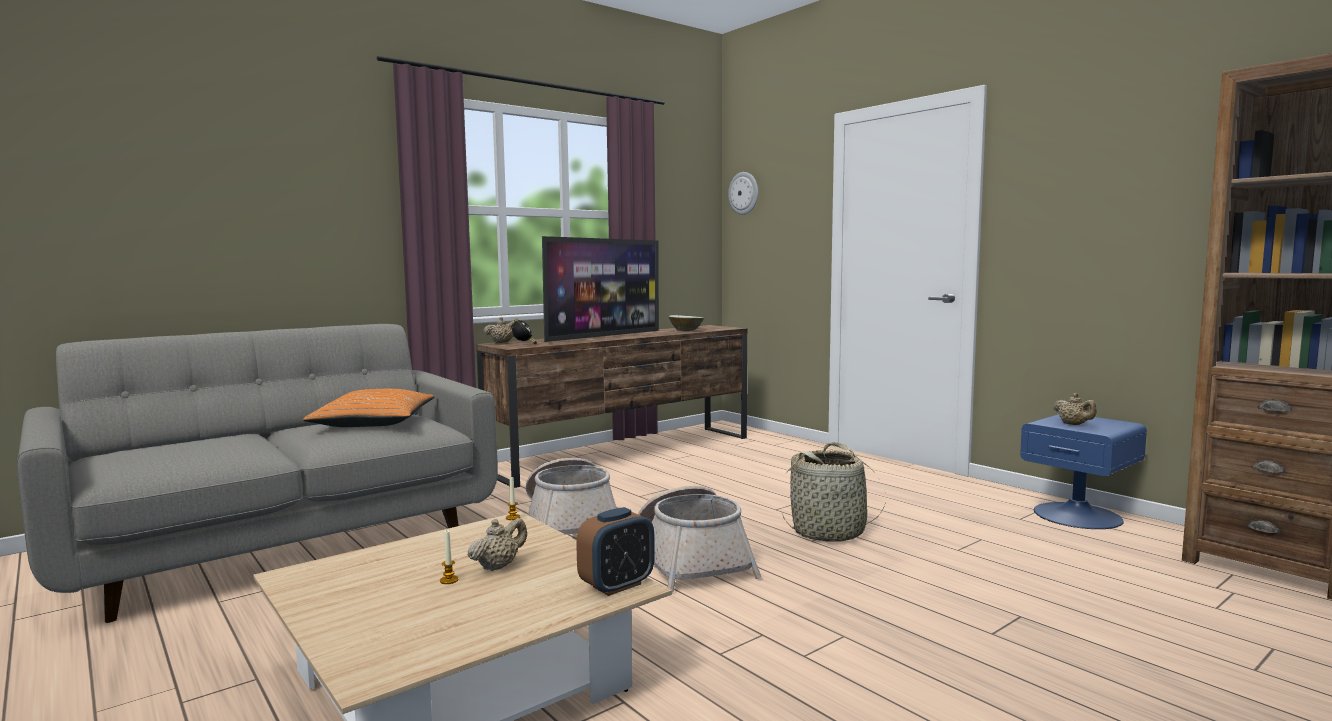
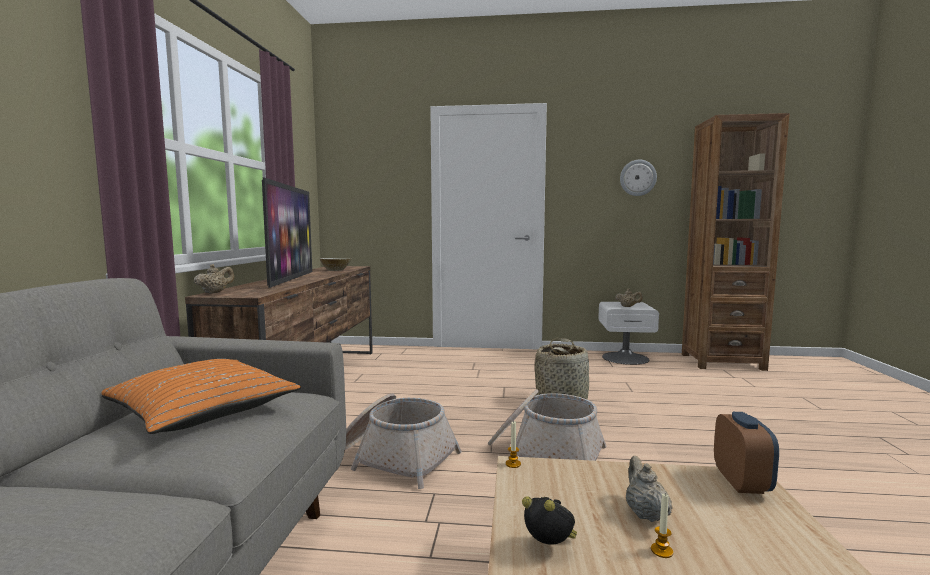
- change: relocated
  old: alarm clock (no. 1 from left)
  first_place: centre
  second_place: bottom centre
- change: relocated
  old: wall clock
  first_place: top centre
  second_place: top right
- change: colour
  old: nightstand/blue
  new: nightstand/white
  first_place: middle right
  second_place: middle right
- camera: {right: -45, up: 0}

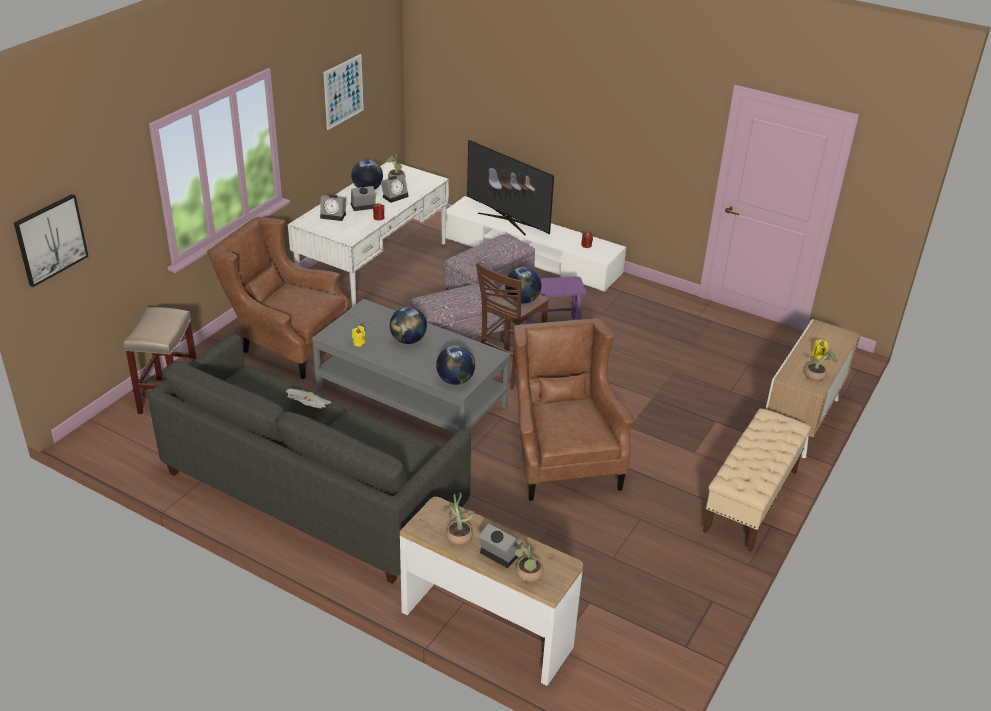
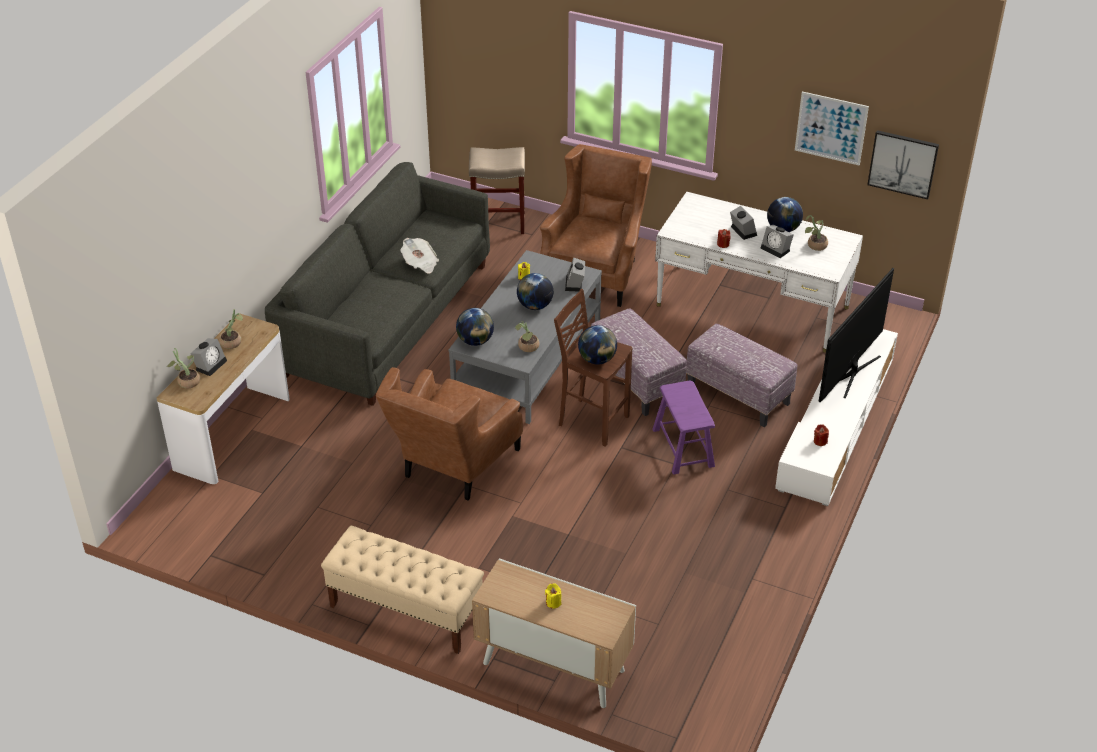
- change: relocated
  old: picture (no. 1 from left in the first image)
  new: picture (no. 2 from left)
  first_place: middle left
  second_place: top right
- change: relocated
  old: alarm clock (no. 1 from left in the first image)
  new: alarm clock (no. 2 from left)
  first_place: top centre
  second_place: centre
- change: spun
  old: armchair/brown (no. 2 from left in the first image)
  first_place: centre
  second_place: centre
  degrees: 135
- change: relocated
  old: potted plant (no. 4 from left in the first image)
  new: potted plant (no. 3 from left)
  first_place: middle right
  second_place: centre
- camera: {right: 85, up: 5}

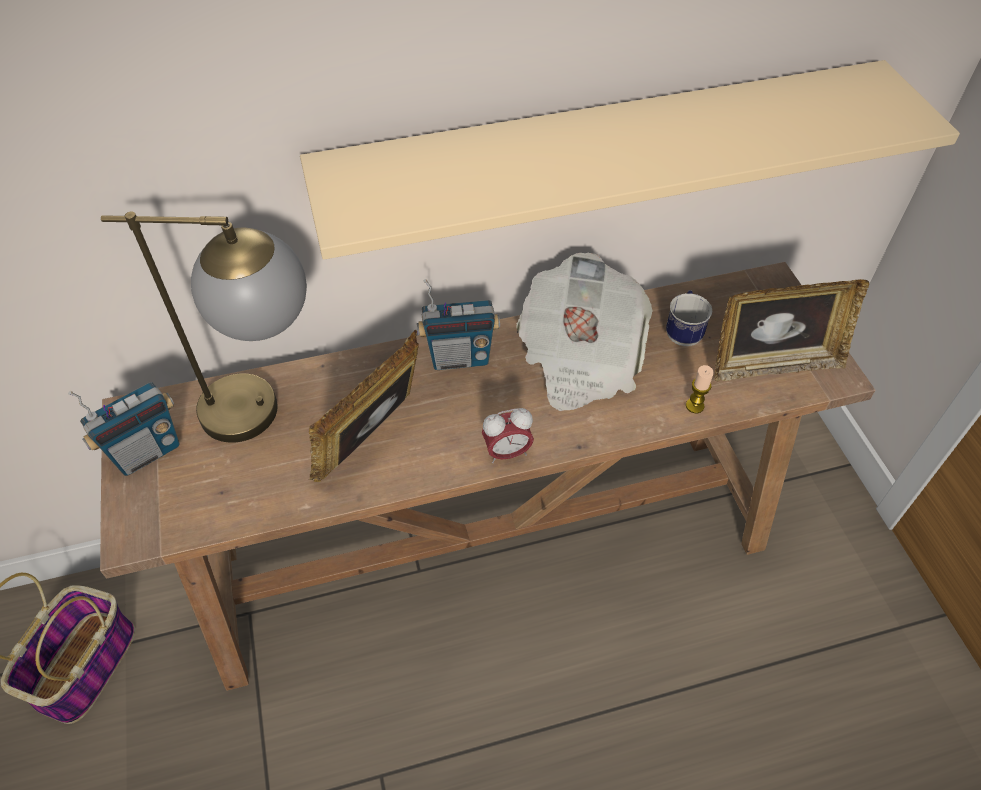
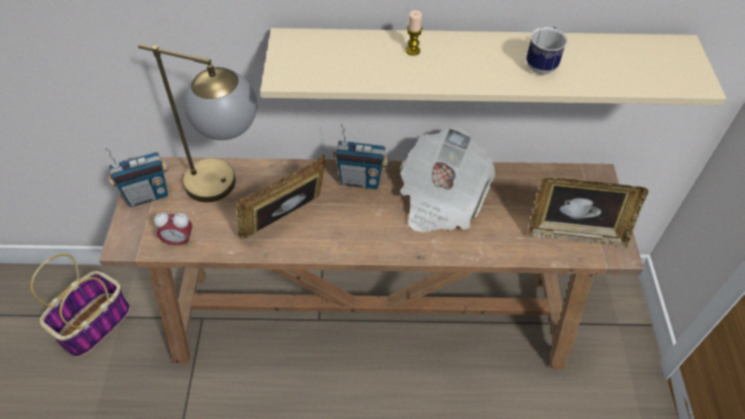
- change: relocated
  old: alarm clock
  first_place: centre
  second_place: middle left
- change: relocated
  old: mug
  first_place: middle right
  second_place: top right
- change: relocated
  old: candle
  first_place: middle right
  second_place: top centre
- camera: {right: 15, up: 0}

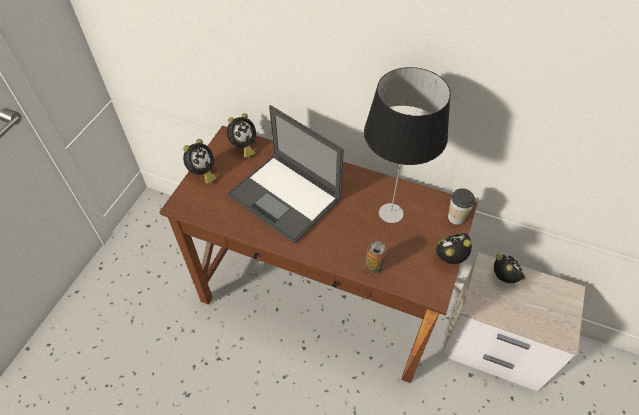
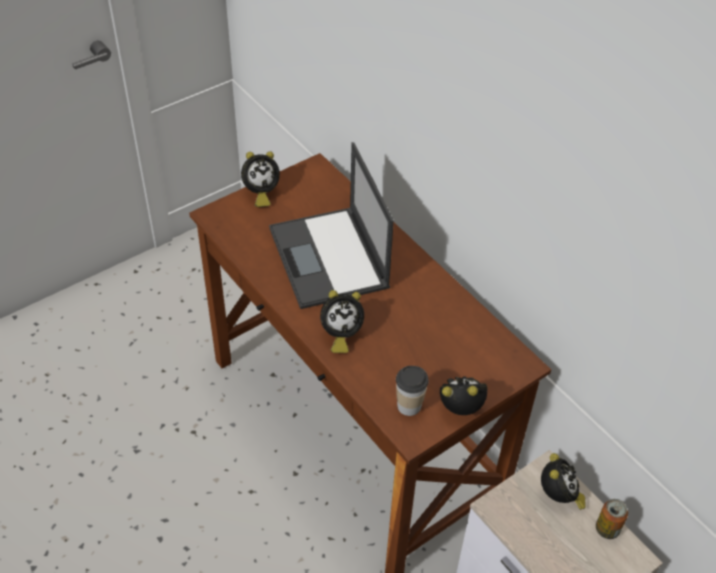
- change: relocated
  old: alarm clock (no. 2 from left)
  first_place: top centre
  second_place: centre
- change: missing
  old: table lamp
  first_place: centre
- change: relocated
  old: can
  first_place: centre
  second_place: bottom right
- change: relocated
  old: cup
  first_place: middle right
  second_place: bottom centre
- camera: {right: 30, up: -5}

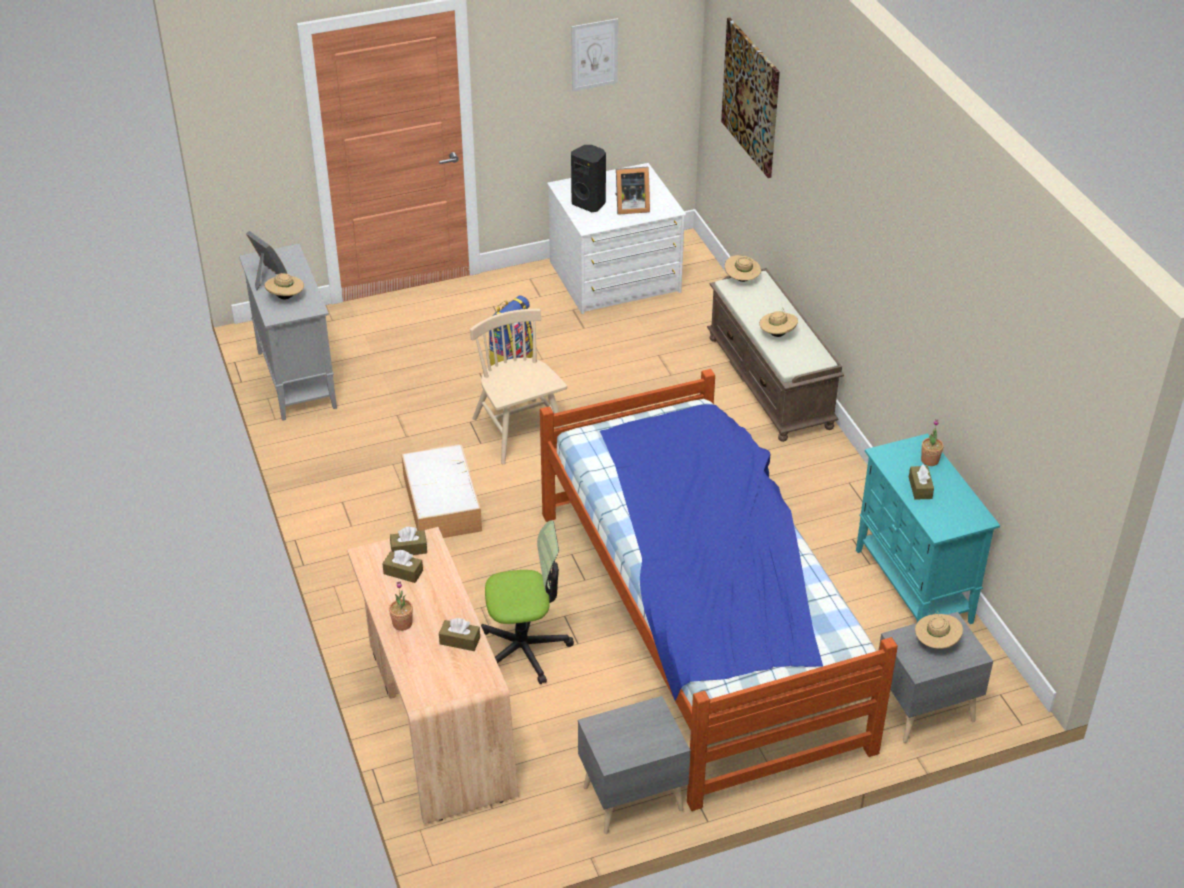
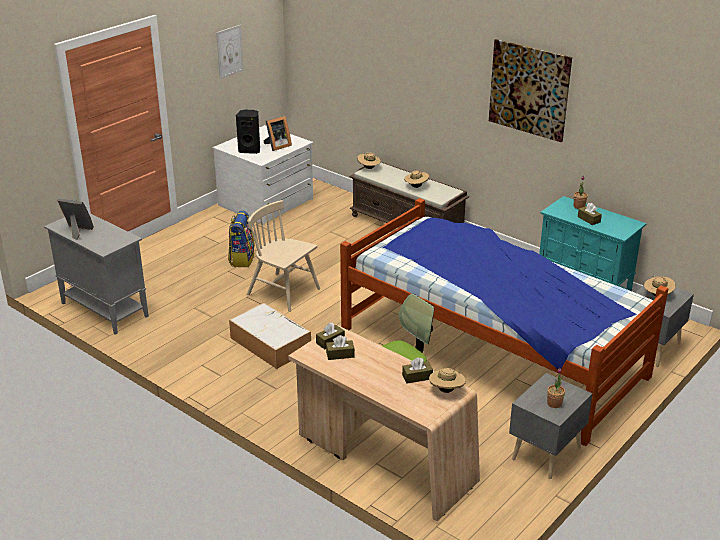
- change: relocated
  old: hat/beige (no. 1 from left in the first image)
  new: hat/beige (no. 3 from left)
  first_place: top left
  second_place: bottom centre
- change: relocated
  old: potted plant (no. 1 from left)
  first_place: bottom centre
  second_place: bottom right
- change: relocated
  old: picture (no. 2 from left)
  first_place: top centre
  second_place: top right
- camera: {right: -30, up: -10}

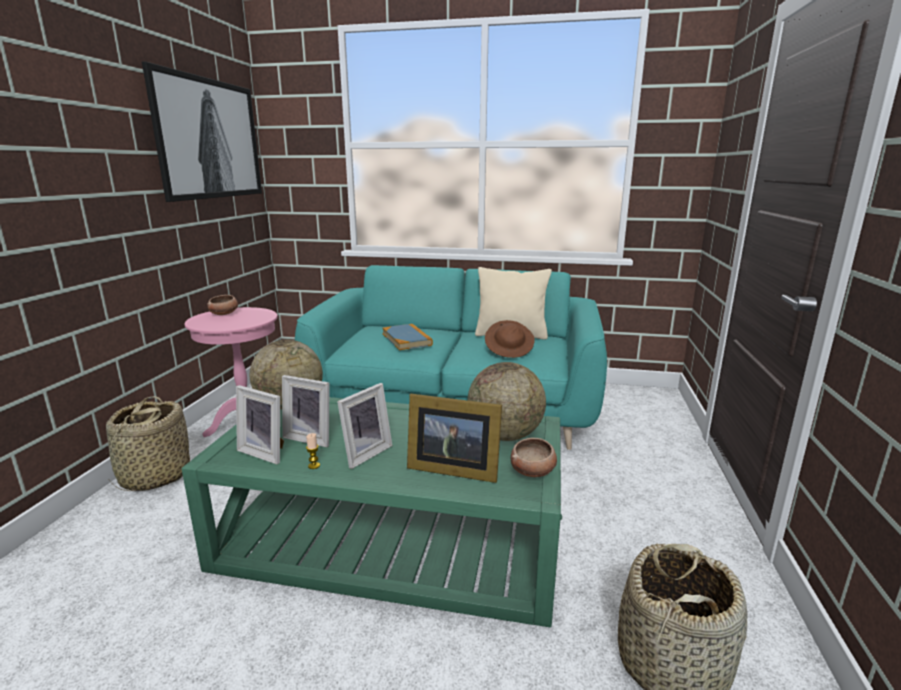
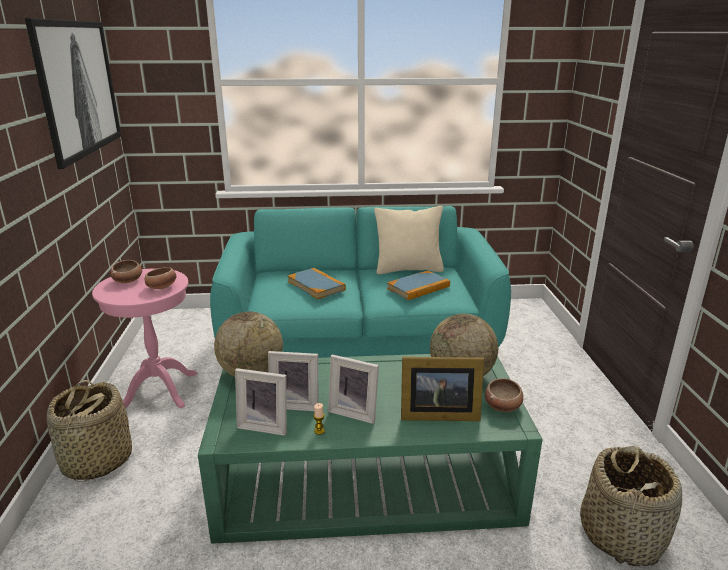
- change: spun
  old: picture frame (no. 3 from left)
  first_place: centre
  second_place: bottom centre
  degrees: 90
- change: exchanged
  old: hat/brown
  new: book (no. 2 from left)
  first_place: centre
  second_place: centre
- change: appeared
  new: bowl (no. 2 from left)
  second_place: middle left
- camera: {right: -15, up: 5}

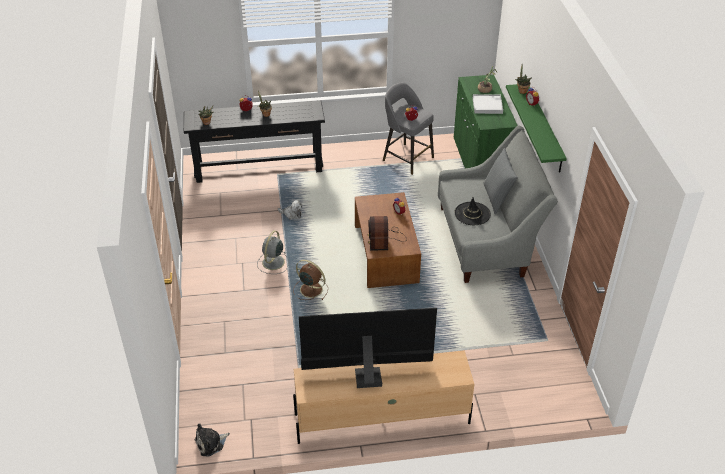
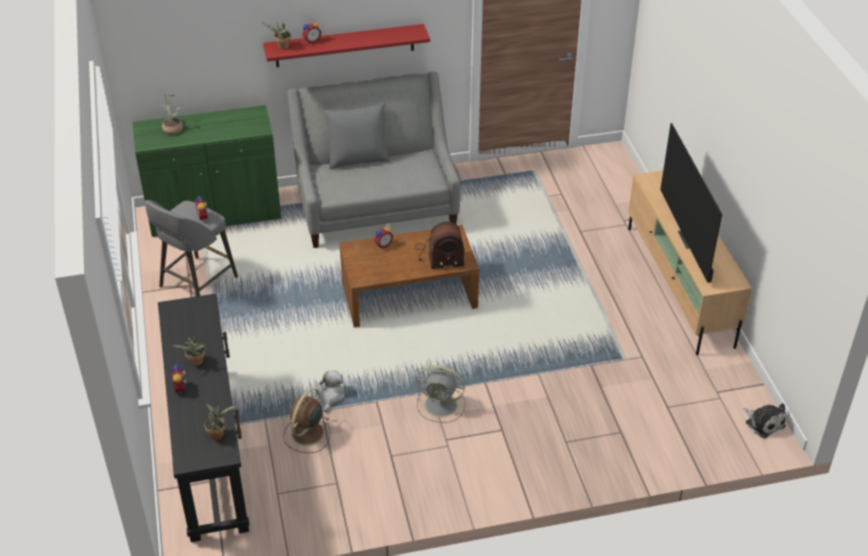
- change: relocated
  old: fan/brown
  first_place: centre
  second_place: bottom centre
- change: missing
  old: hat/black
  first_place: centre
- change: missing
  old: tray/white
  first_place: top right
- change: colour
  old: shelf/green
  new: shelf/red
  first_place: top right
  second_place: top centre
- camera: {right: -95, up: 0}

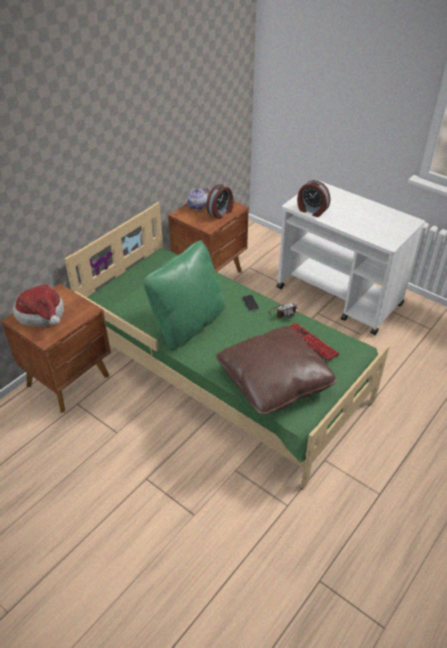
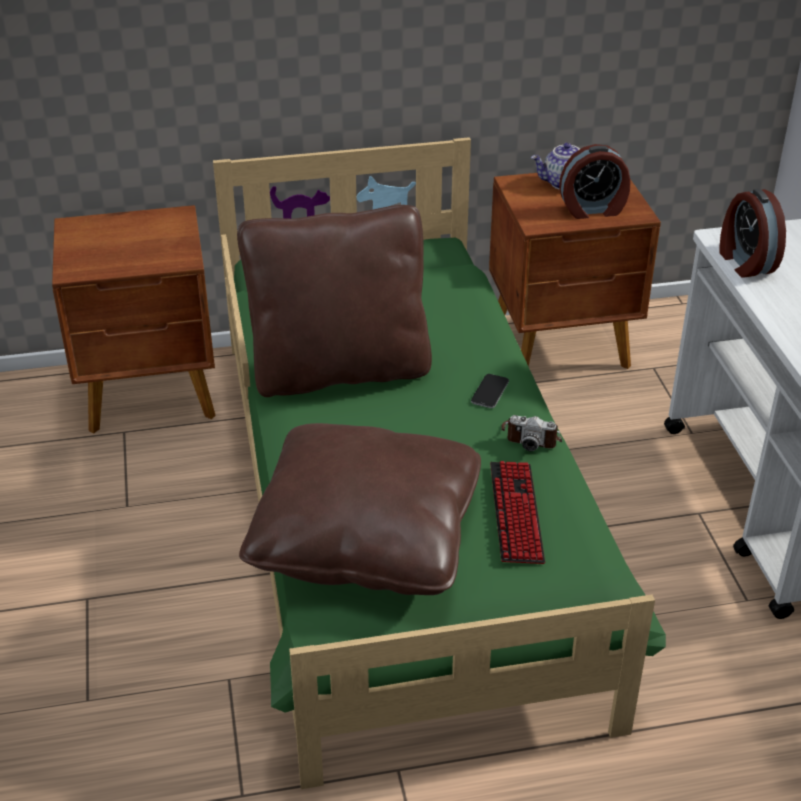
- change: missing
  old: hat
  first_place: middle left
- change: colour
  old: pillow/green
  new: pillow/brown (no. 1 from left)
  first_place: centre
  second_place: centre
- camera: {right: 40, up: -5}

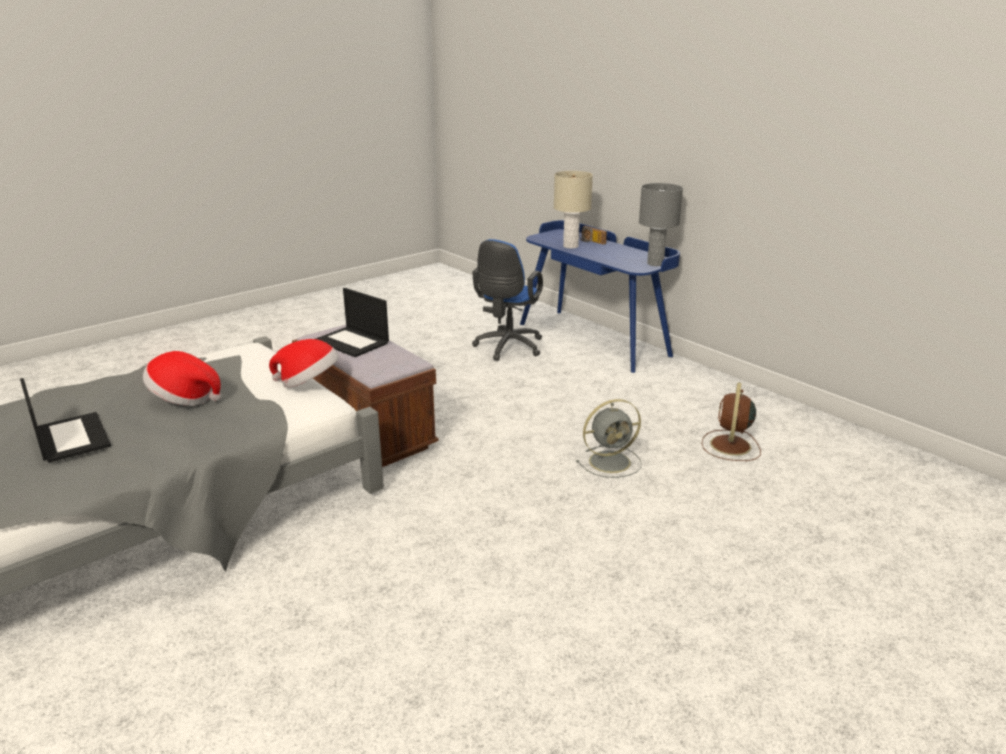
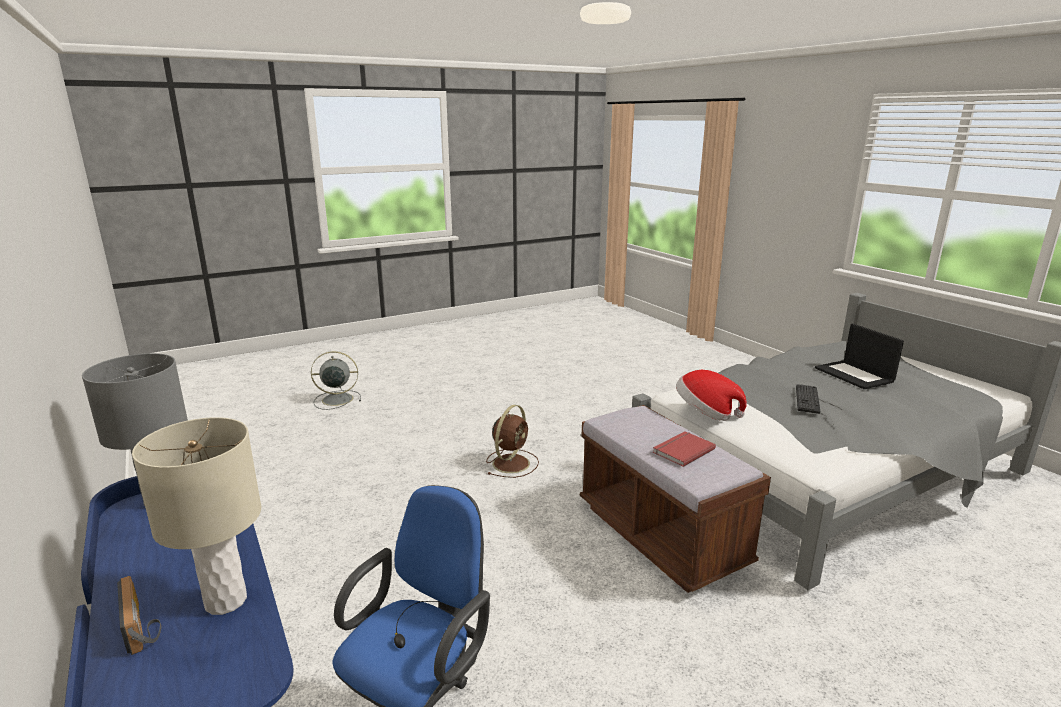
- change: exchanged
  old: hat (no. 1 from left)
  new: keyboard
  first_place: middle left
  second_place: middle right
- change: exchanged
  old: laptop (no. 2 from left)
  new: book/red
  first_place: centre
  second_place: centre
- change: relocated
  old: fan/grey
  first_place: centre
  second_place: middle left
- change: relocated
  old: fan/brown
  first_place: middle right
  second_place: centre
- camera: {right: -170, up: -5}

